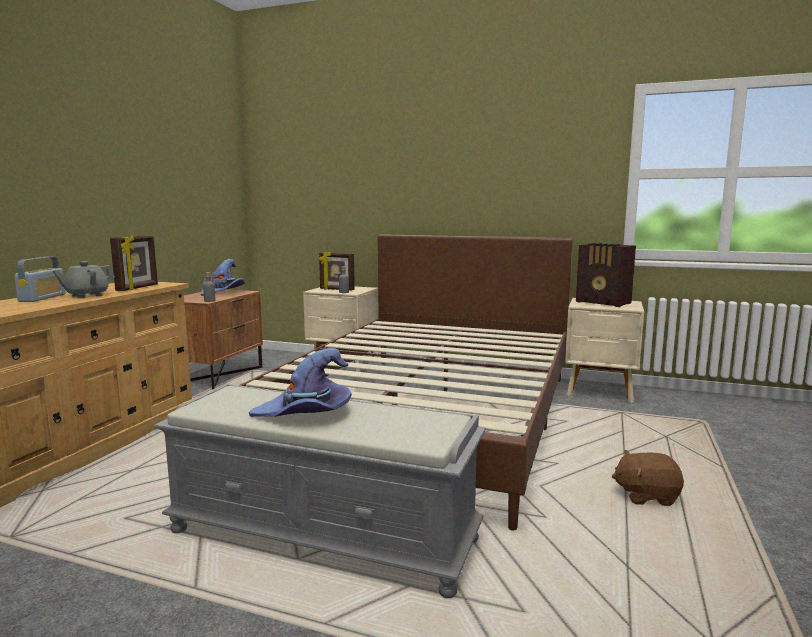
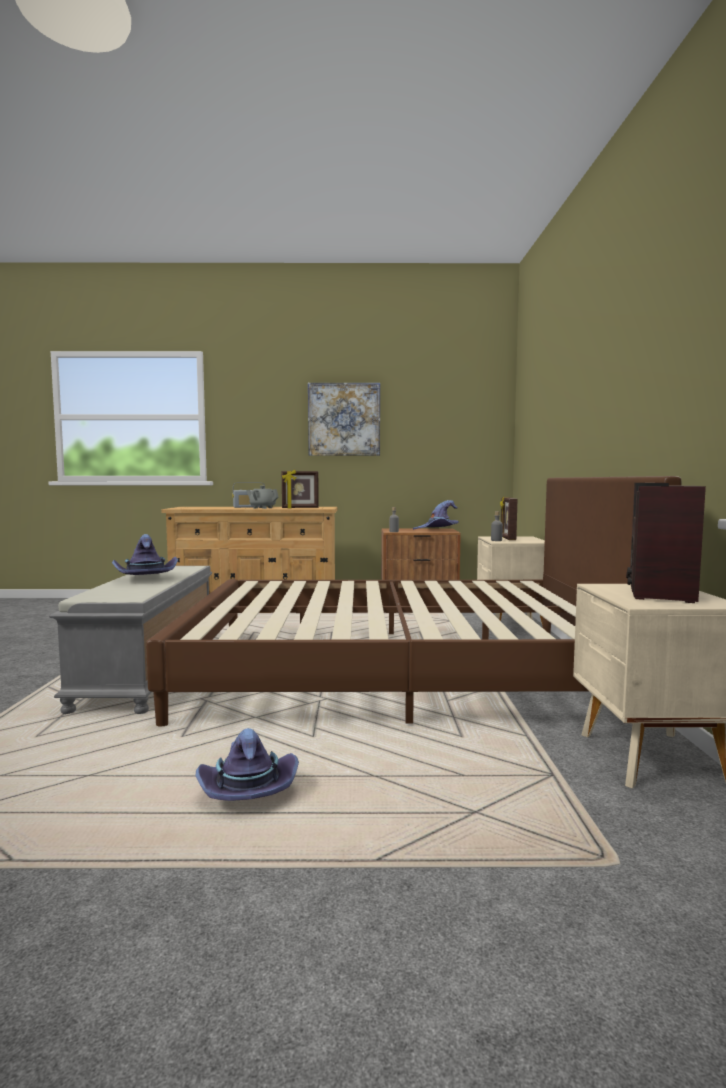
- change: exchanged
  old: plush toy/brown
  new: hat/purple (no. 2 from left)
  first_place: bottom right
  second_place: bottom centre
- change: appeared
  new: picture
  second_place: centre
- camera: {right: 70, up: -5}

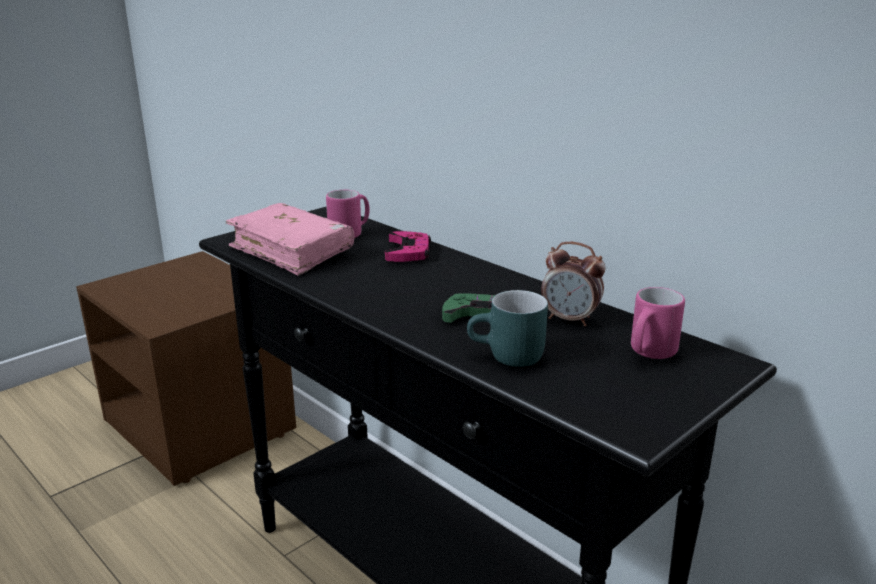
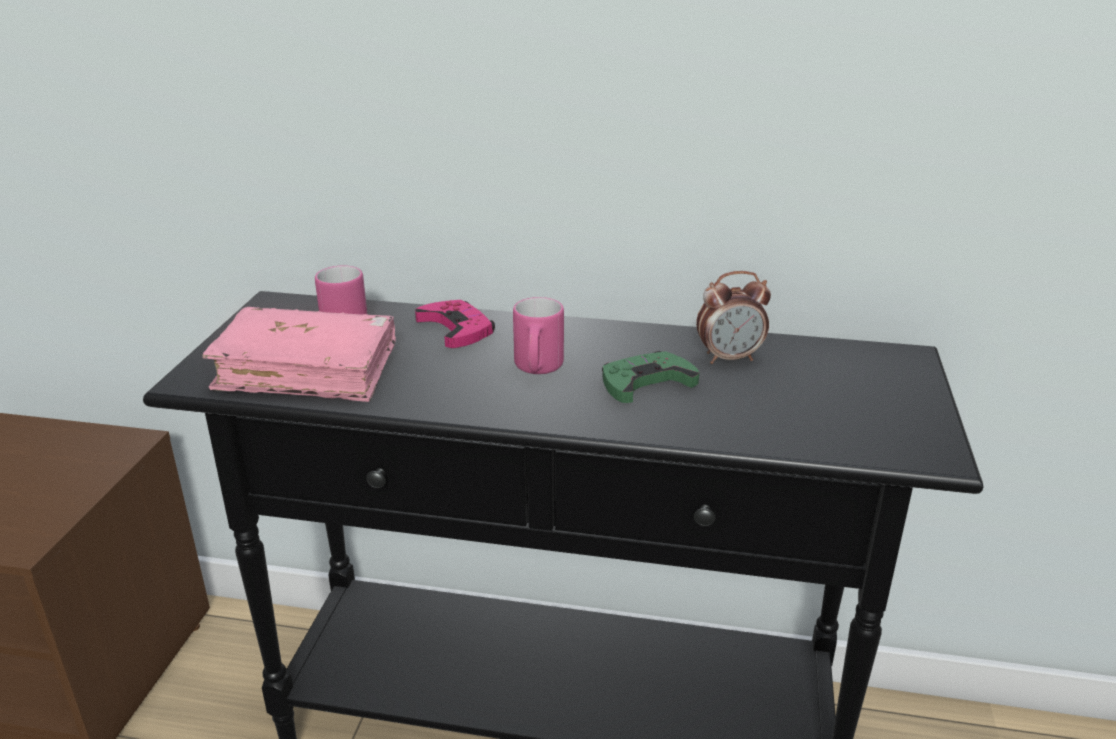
- change: missing
  old: mug/turquoise
  first_place: centre
- change: relocated
  old: mug/pink (no. 2 from left)
  first_place: middle right
  second_place: centre
- camera: {right: -35, up: 5}

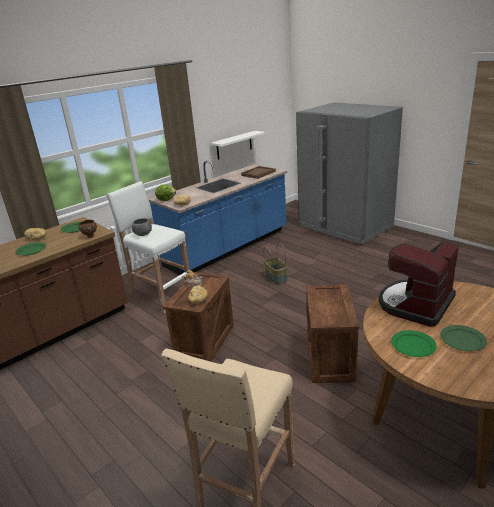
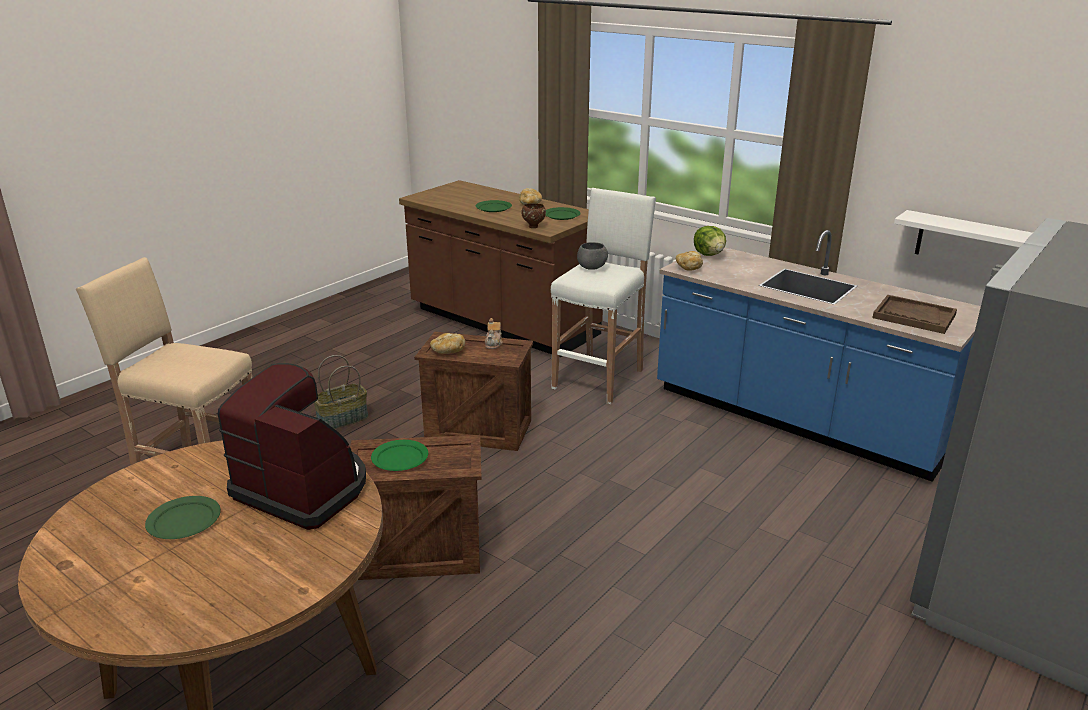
- change: relocated
  old: basket
  first_place: centre
  second_place: middle left
- change: relocated
  old: plate/green (no. 3 from left in the first image)
  new: plate/green (no. 2 from left)
  first_place: bottom right
  second_place: centre
- camera: {right: 80, up: 0}

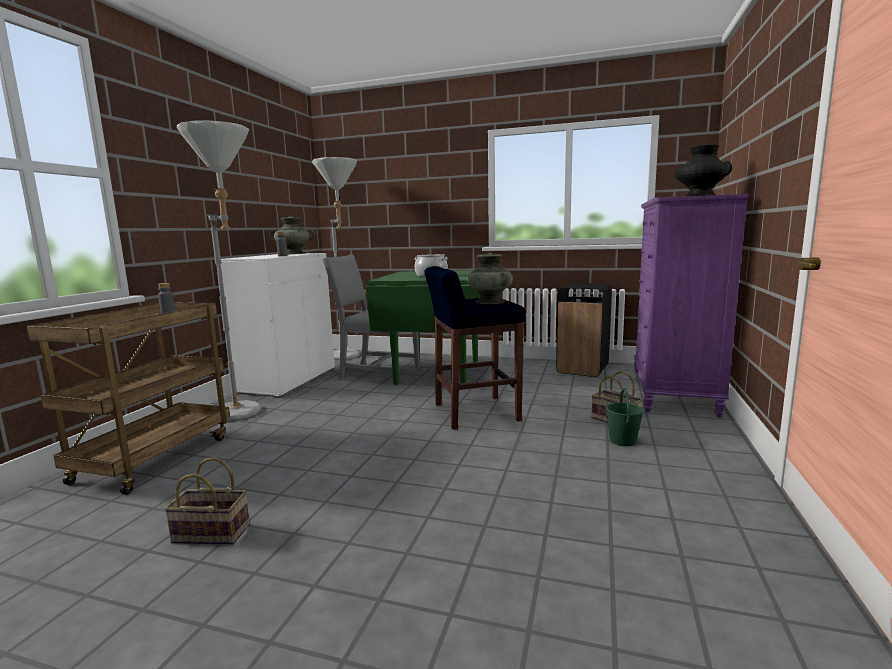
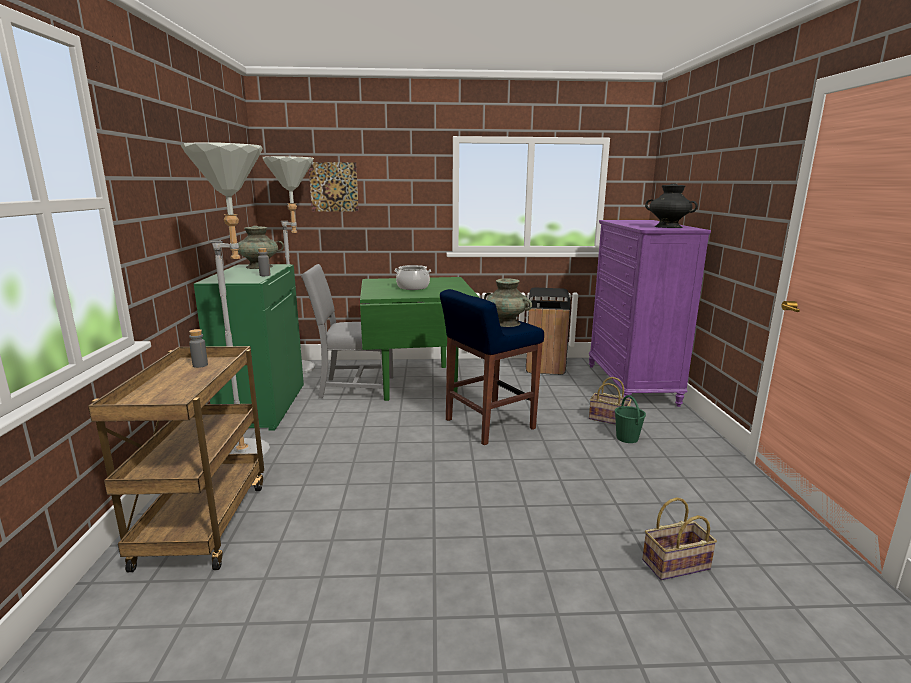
- change: relocated
  old: basket (no. 1 from left in the first image)
  new: basket (no. 2 from left)
  first_place: bottom left
  second_place: bottom right
- change: colour
  old: cabinet/white
  new: cabinet/green
  first_place: middle left
  second_place: middle left
- change: appeared
  new: picture
  second_place: top centre
- camera: {right: -20, up: 5}

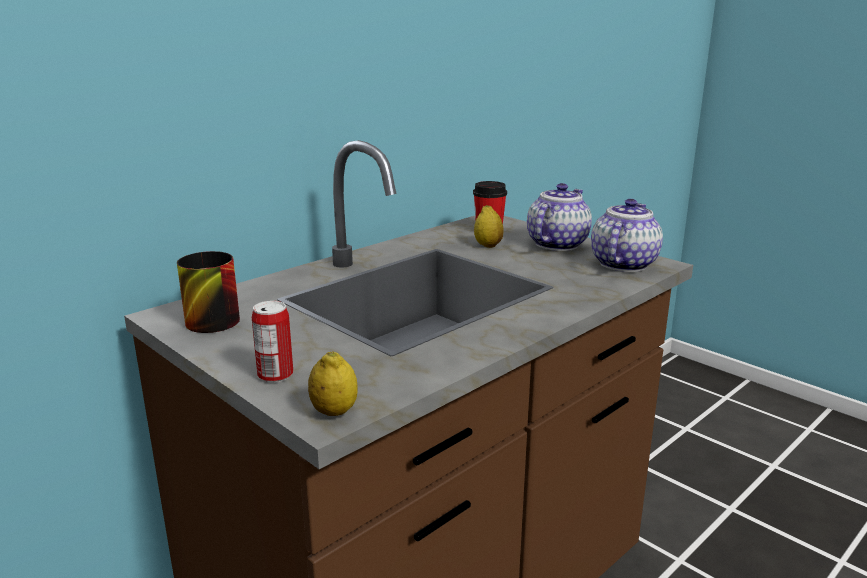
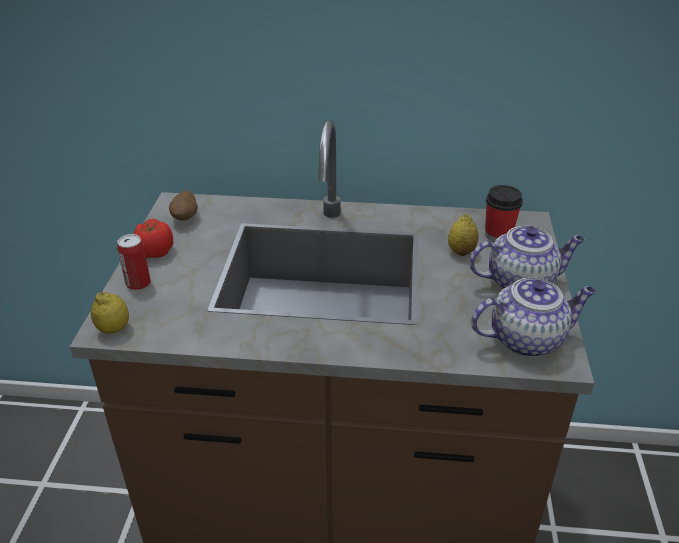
- change: exchanged
  old: mug
  new: potato
  first_place: middle left
  second_place: middle left
- change: appeared
  new: tomato
  second_place: middle left
- camera: {right: 50, up: 15}

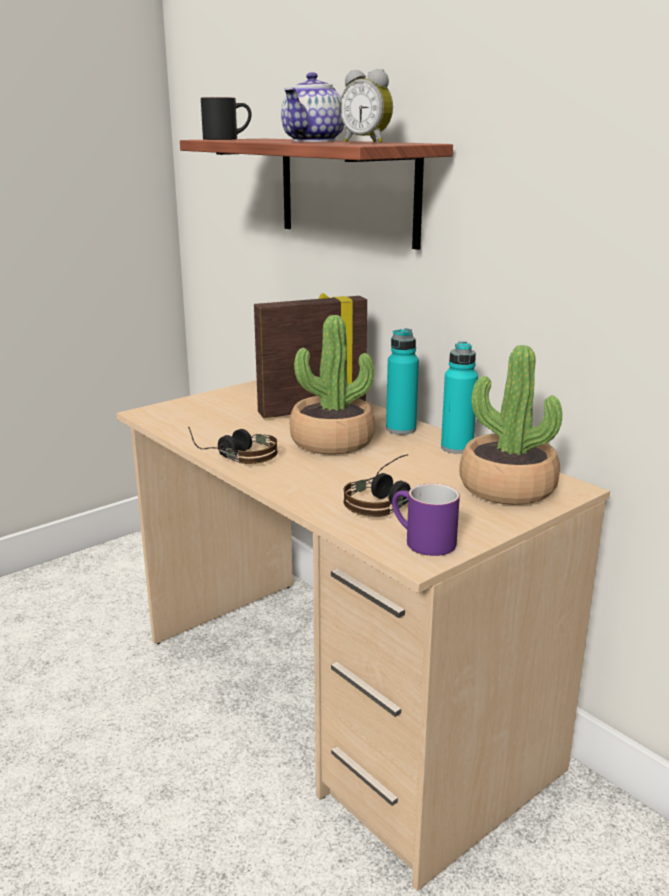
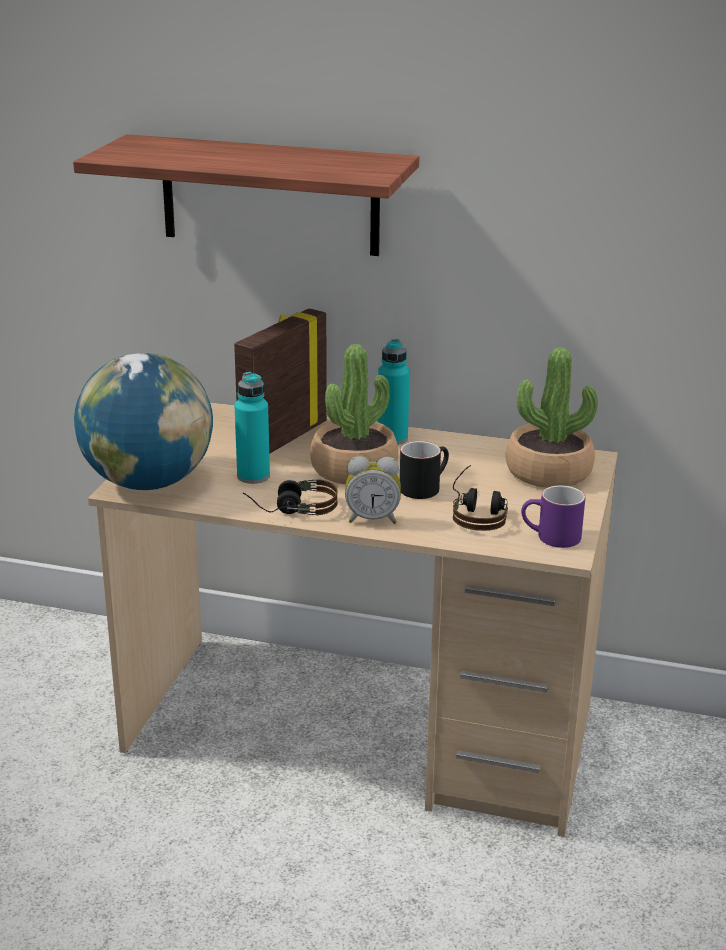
- change: relocated
  old: mug/black
  first_place: top centre
  second_place: centre
- change: missing
  old: teapot
  first_place: top centre
- change: relocated
  old: alarm clock
  first_place: top centre
  second_place: centre
- change: relocated
  old: bottle/turquoise (no. 2 from left in the first image)
  new: bottle/turquoise (no. 1 from left)
  first_place: middle right
  second_place: centre
- change: appeared
  new: globe
  second_place: middle left
- camera: {right: -35, up: 5}

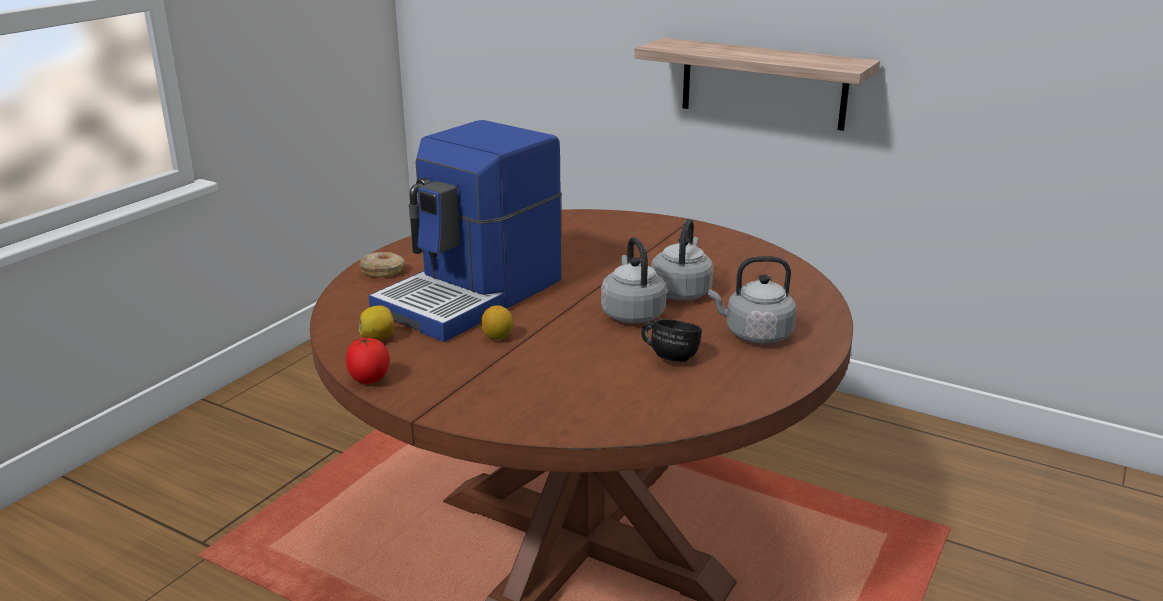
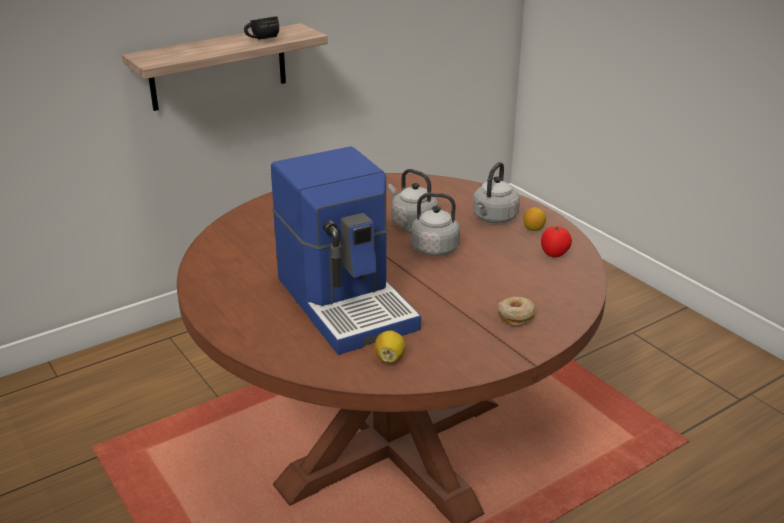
- change: relocated
  old: tomato
  first_place: middle left
  second_place: middle right
- change: relocated
  old: donut
  first_place: middle left
  second_place: centre
- change: relocated
  old: lemon (no. 2 from left)
  first_place: centre
  second_place: middle right
- change: relocated
  old: mug/black
  first_place: centre
  second_place: top left
- camera: {right: -65, up: 5}

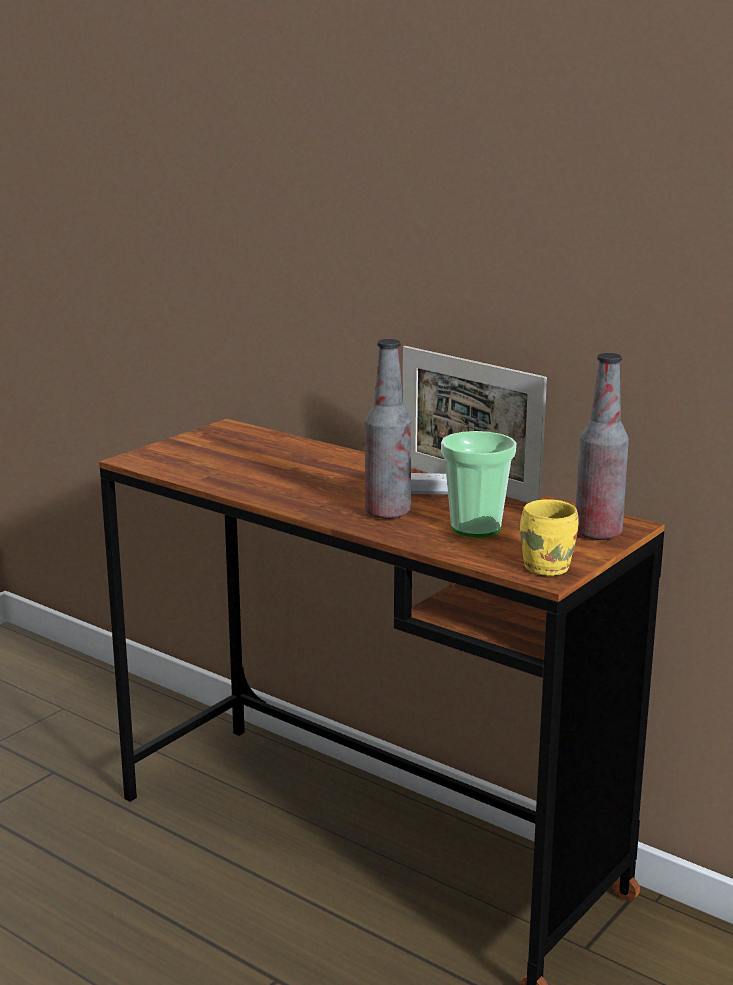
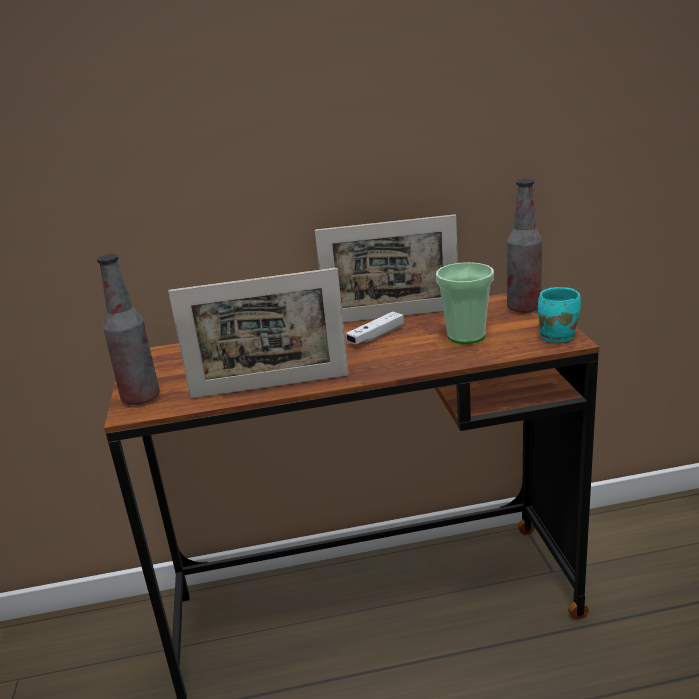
- change: relocated
  old: bottle (no. 1 from left)
  first_place: centre
  second_place: middle left
- change: colour
  old: mug/yellow
  new: mug/turquoise
  first_place: middle right
  second_place: middle right
- change: appeared
  new: picture frame (no. 1 from left)
  second_place: centre
- camera: {right: -45, up: 5}

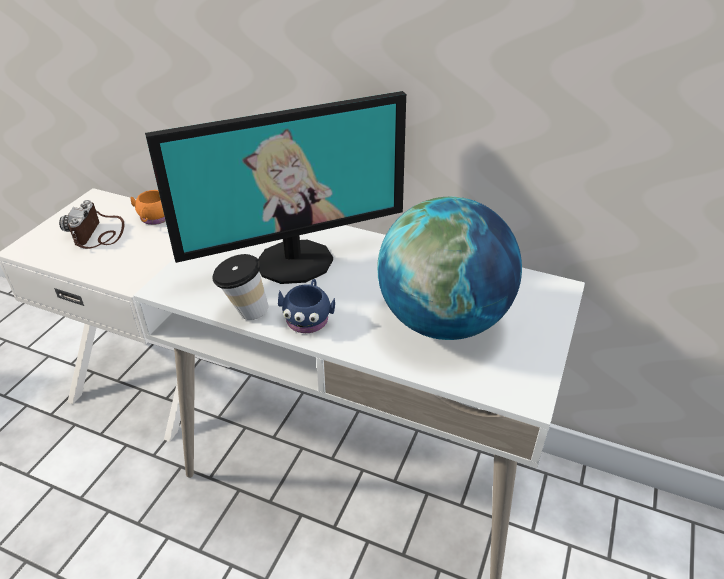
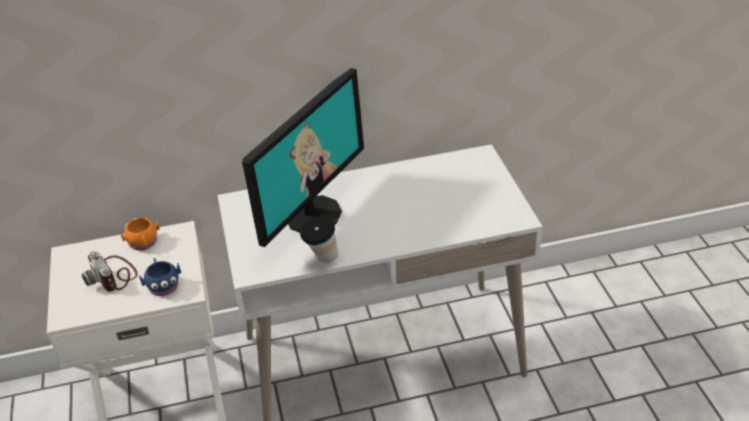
- change: relocated
  old: mug/blue
  first_place: centre
  second_place: middle left
- change: missing
  old: globe
  first_place: centre
- camera: {right: -35, up: 0}

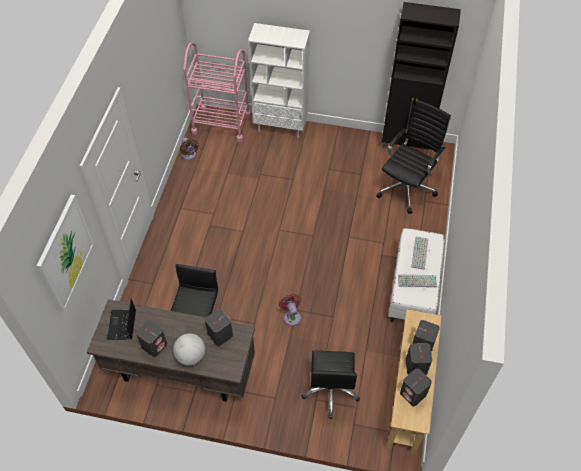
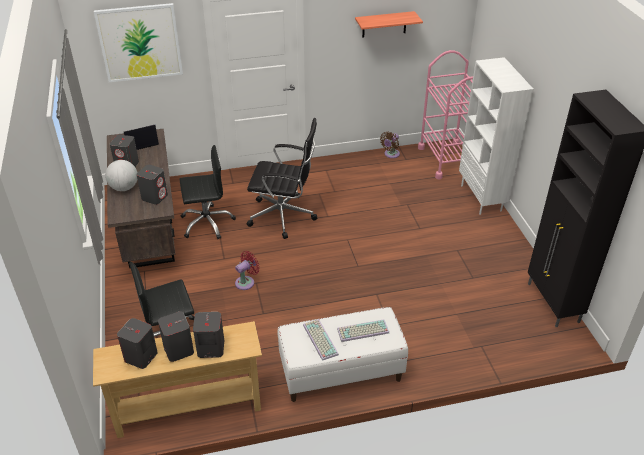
- change: relocated
  old: office chair/black (no. 3 from left)
  first_place: middle right
  second_place: centre
- change: appeared
  new: shelf
  second_place: top centre
- camera: {right: 65, up: -15}

